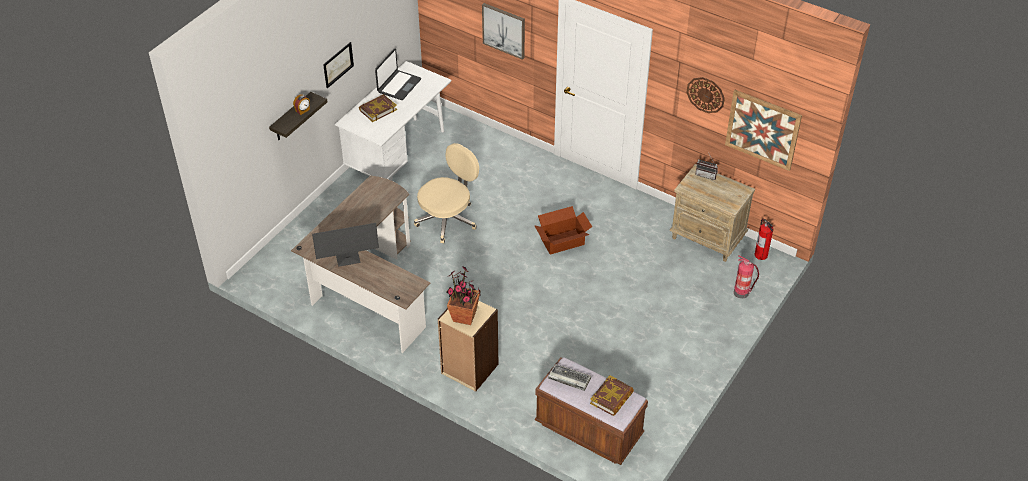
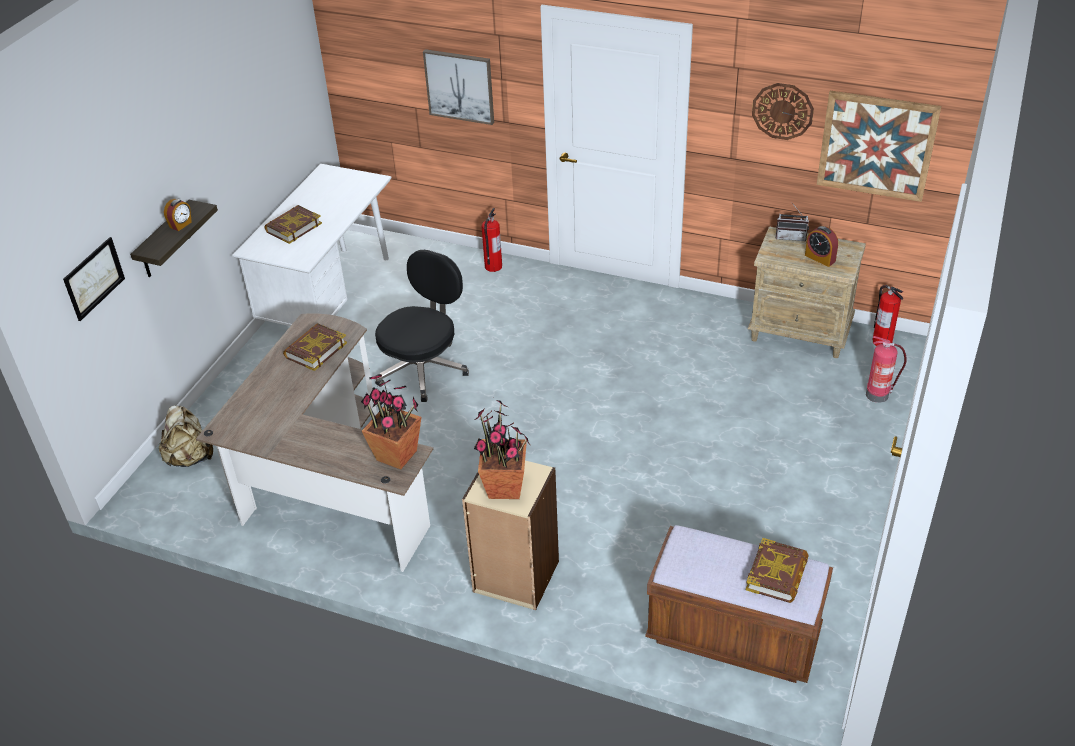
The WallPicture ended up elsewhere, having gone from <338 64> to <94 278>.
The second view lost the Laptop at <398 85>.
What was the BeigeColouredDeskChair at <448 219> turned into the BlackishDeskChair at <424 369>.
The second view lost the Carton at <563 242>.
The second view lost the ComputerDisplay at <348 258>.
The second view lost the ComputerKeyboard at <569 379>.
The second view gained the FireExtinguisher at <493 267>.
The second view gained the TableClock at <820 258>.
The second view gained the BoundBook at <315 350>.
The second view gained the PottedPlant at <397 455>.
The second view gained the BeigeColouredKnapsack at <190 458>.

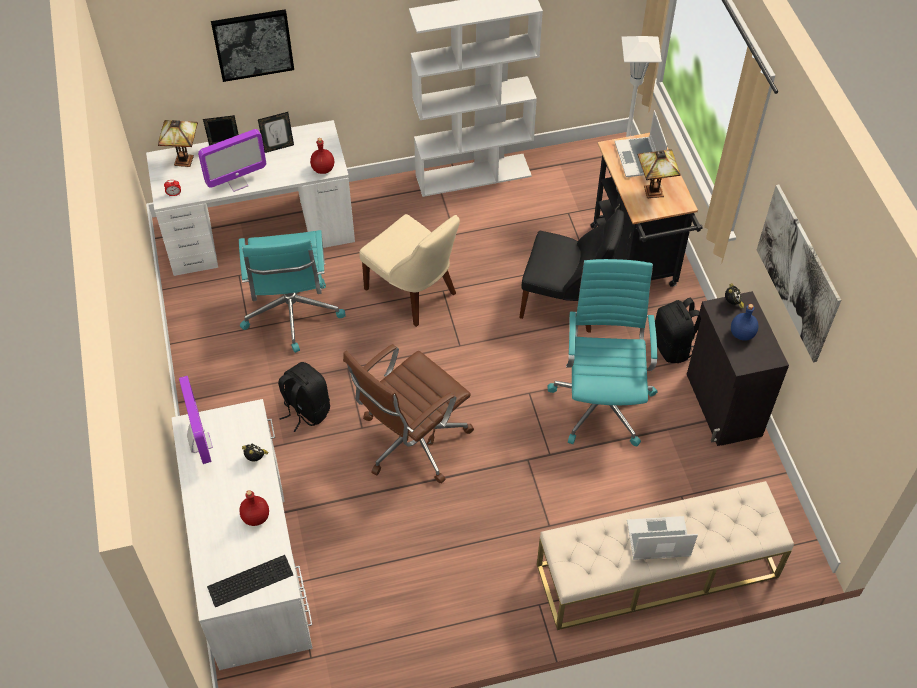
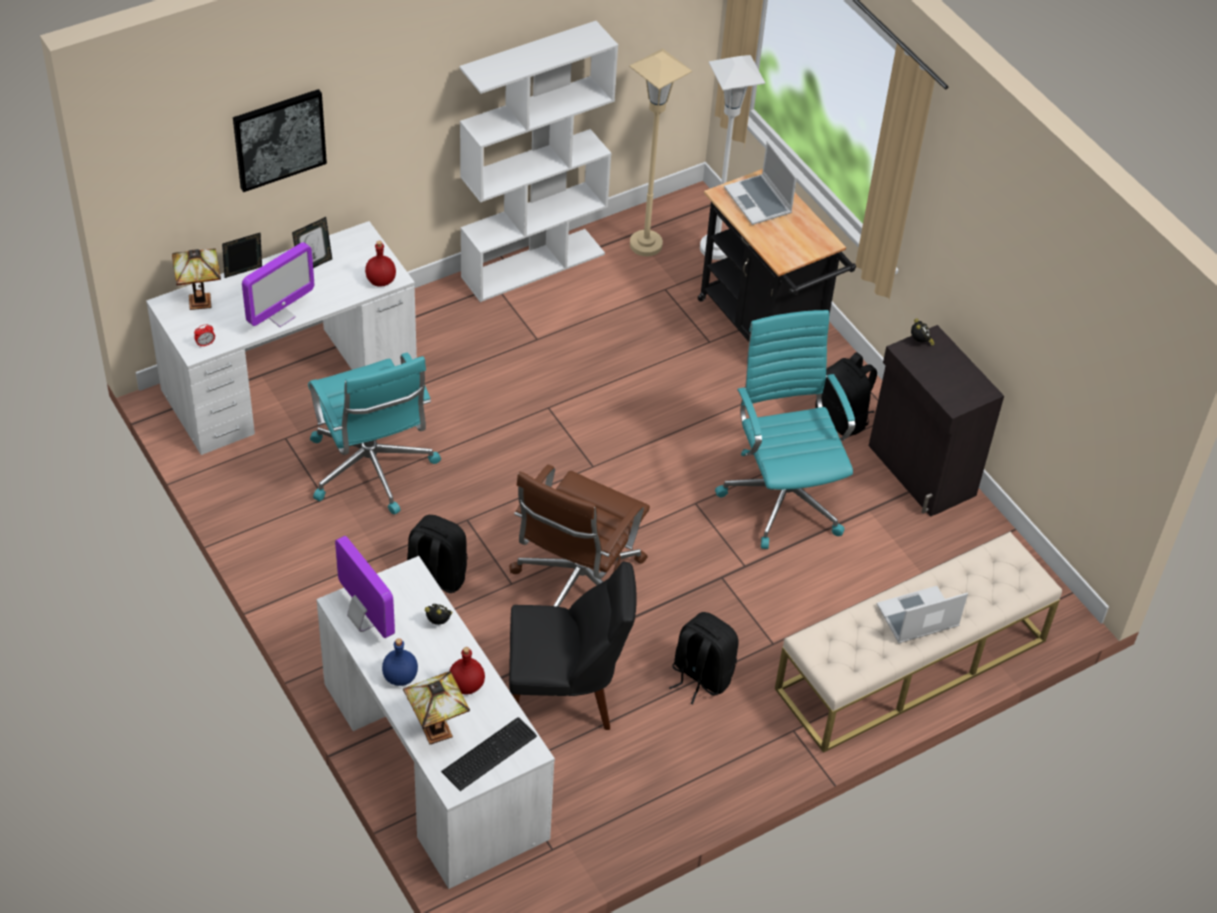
The TableLamp ended up elsewhere, having gone from <655 192> to <439 732>.
The second view lost the WallPicture at <797 272>.
The BlackishUprightChair ended up elsewhere, having gone from <566 303> to <565 695>.
The second view lost the BeigeColouredUprightChair at <413 293>.
The BluishDrinkBottle ended up elsewhere, having gone from <741 334> to <400 677>.
The second view gained the BeigeColouredStandardLamp at <646 244>.
The second view gained the BlackishKnapsack at <700 676>.

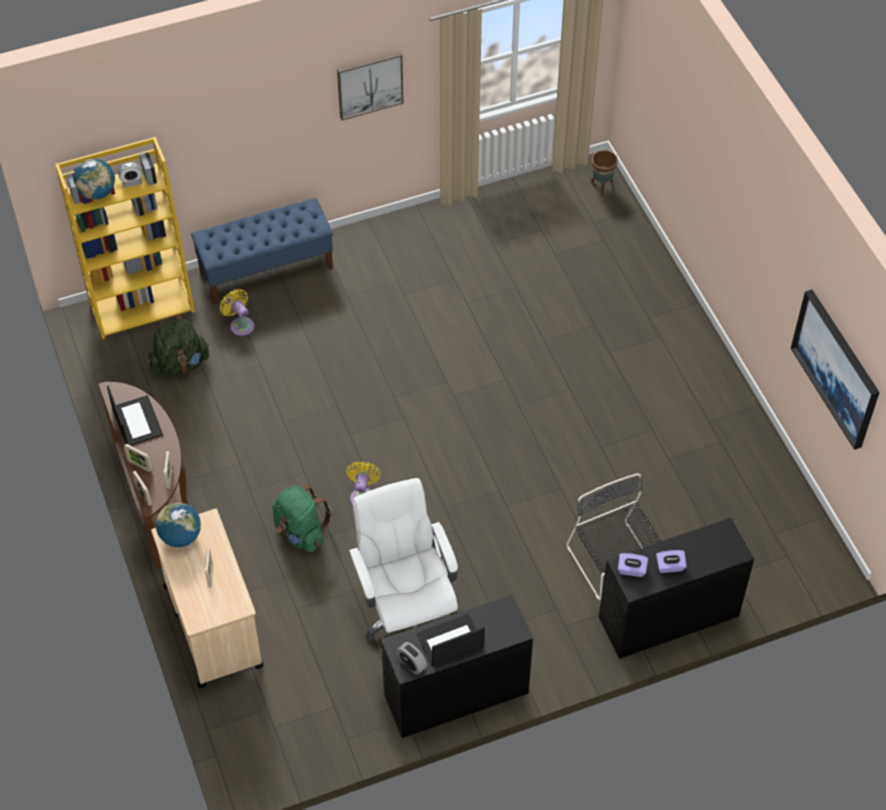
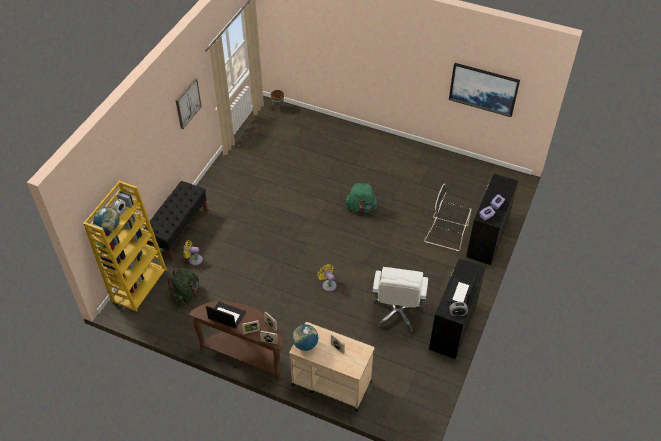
What was the BluishIndoorBench at <266 269> turned into the BlackishIndoorBench at <178 230>.
The WhiteColouredDeskChair at <406 610> ended up facing another way, 105 degrees counterclockwise from before.
The GreenColouredKnapsack ended up elsewhere, having gone from <300 532> to <361 208>.

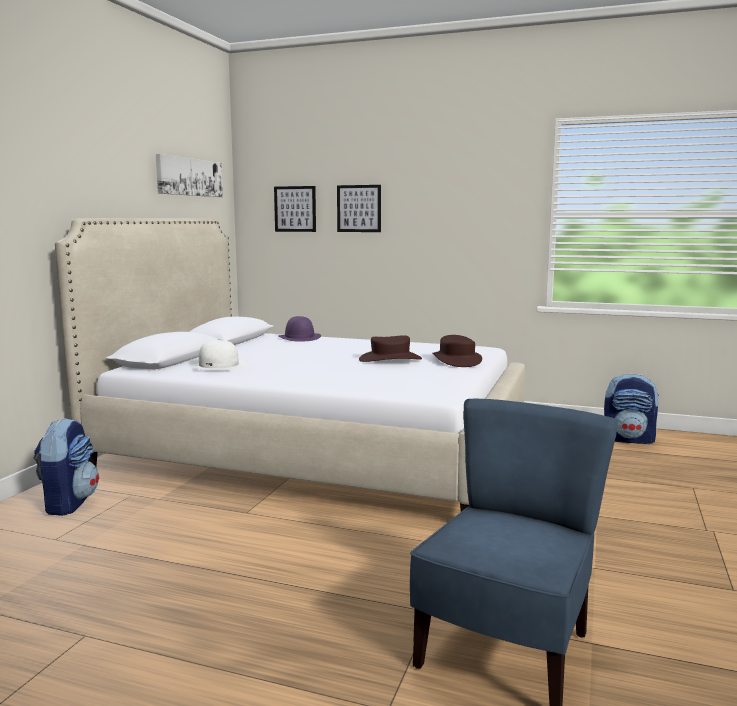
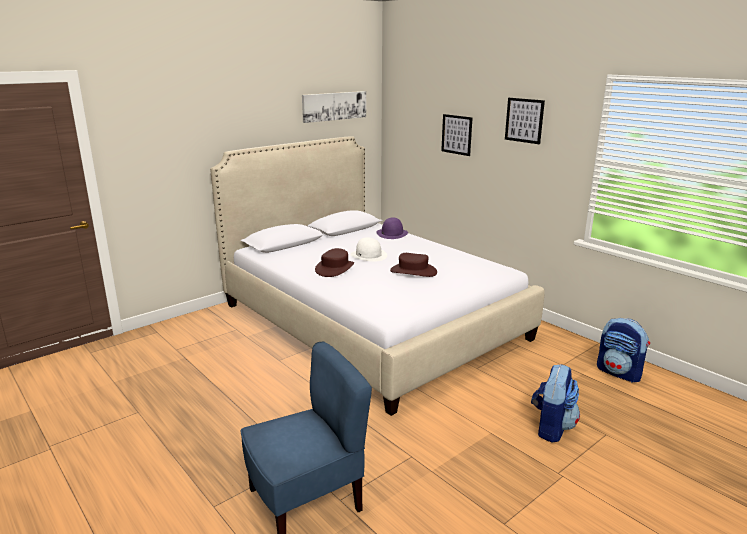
The WallPicture ended up elsewhere, having gone from <295 209> to <524 120>.
The BrownishWearableHat ended up elsewhere, having gone from <457 360> to <335 268>.
The WhiteColouredWearableHat ended up elsewhere, having gone from <219 366> to <368 255>.
The Knapsack ended up elsewhere, having gone from <68 503> to <551 427>.

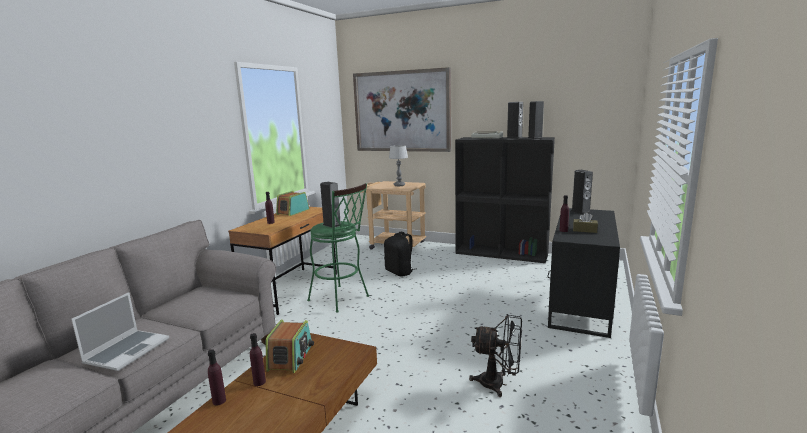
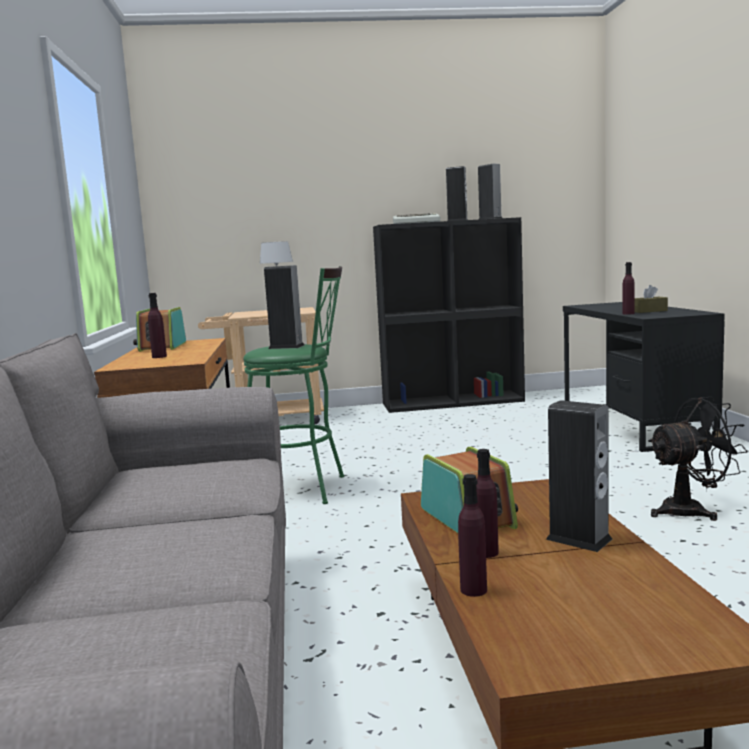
The second view lost the WallPicture at <402 111>.
The Loudspeaker ended up elsewhere, having gone from <580 211> to <578 539>.
The second view lost the BlackishKnapsack at <400 272>.
The second view lost the Laptop at <127 350>.

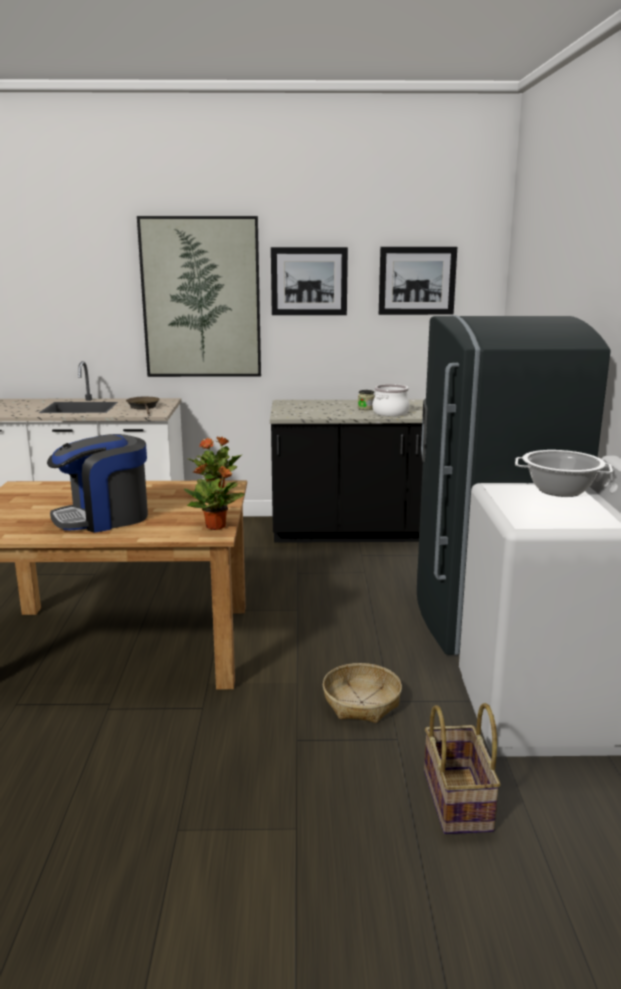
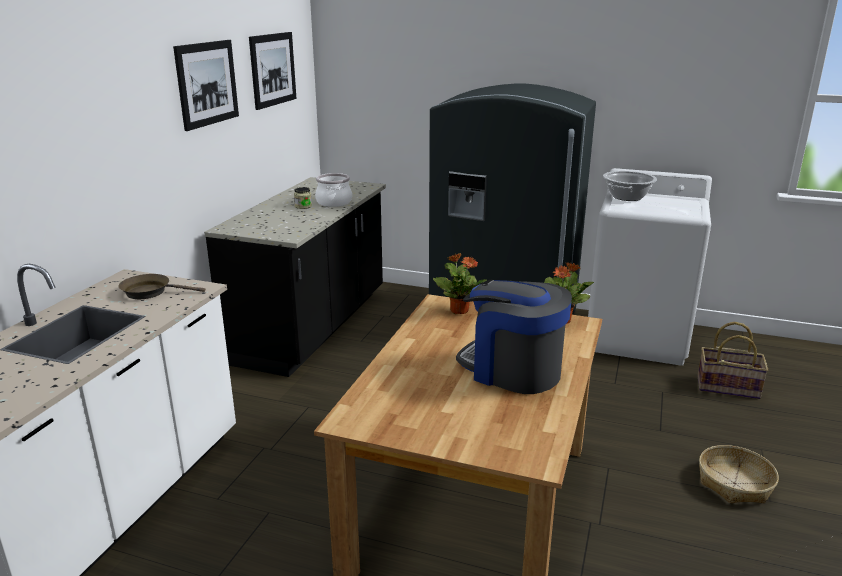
The second view lost the WallPicture at <201 298>.
The CoffeeMachine at <104 518> ended up facing another way, 135 degrees clockwise from before.
The StorageBasket ended up elsewhere, having gone from <362 702> to <734 483>.

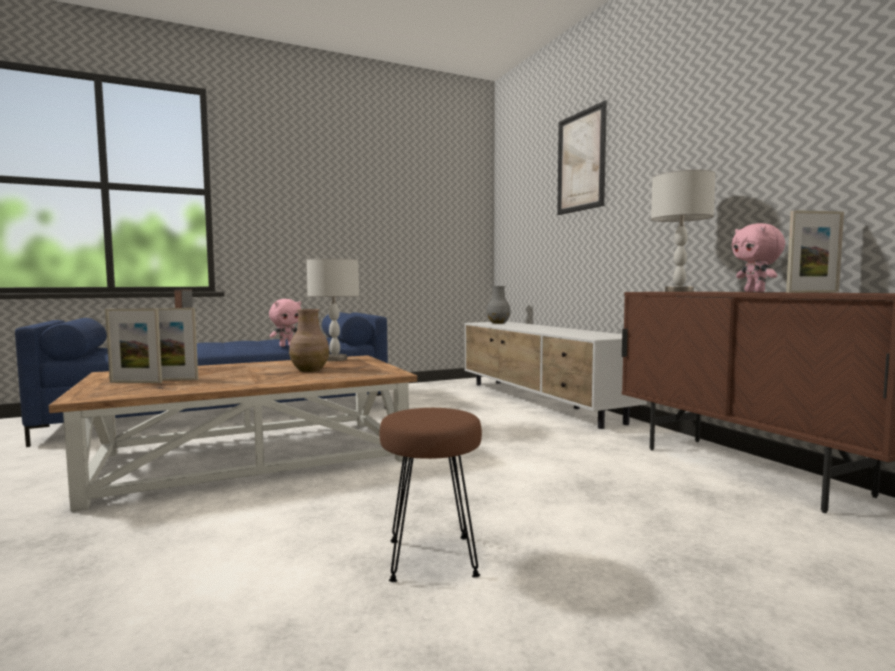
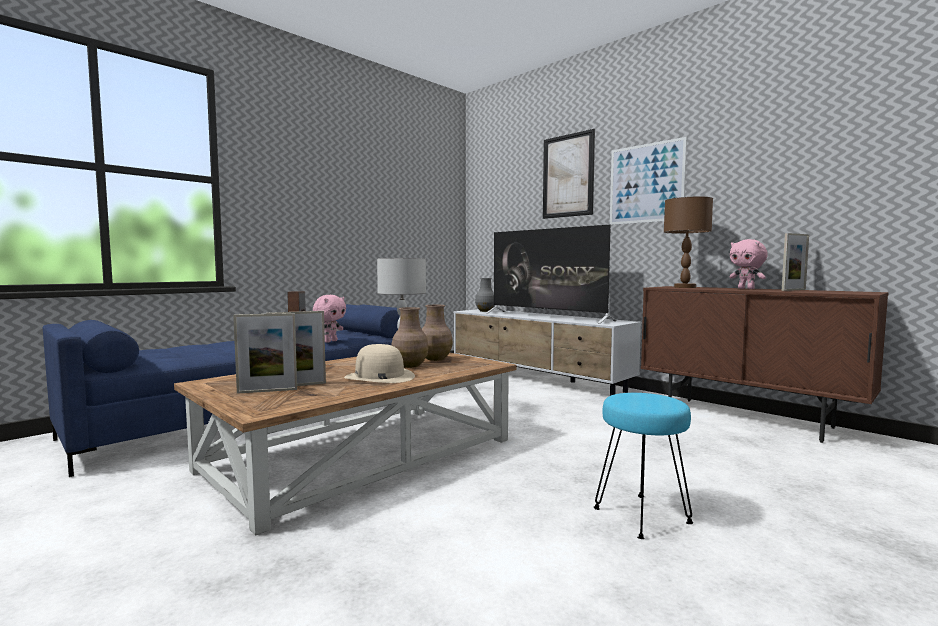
What was the GreyTableLamp at <678 291> turned into the BrownishTableLamp at <684 287>.
What was the BrownishSittingStool at <431 559> turned into the TurquoiseColouredSittingStool at <642 516>.
The second view gained the WallPicture at <646 183>.
The second view gained the Tv at <546 316>.
The second view gained the BrownishFlowerVase at <435 358>.
The second view gained the BeigeColouredWearableHat at <379 377>.

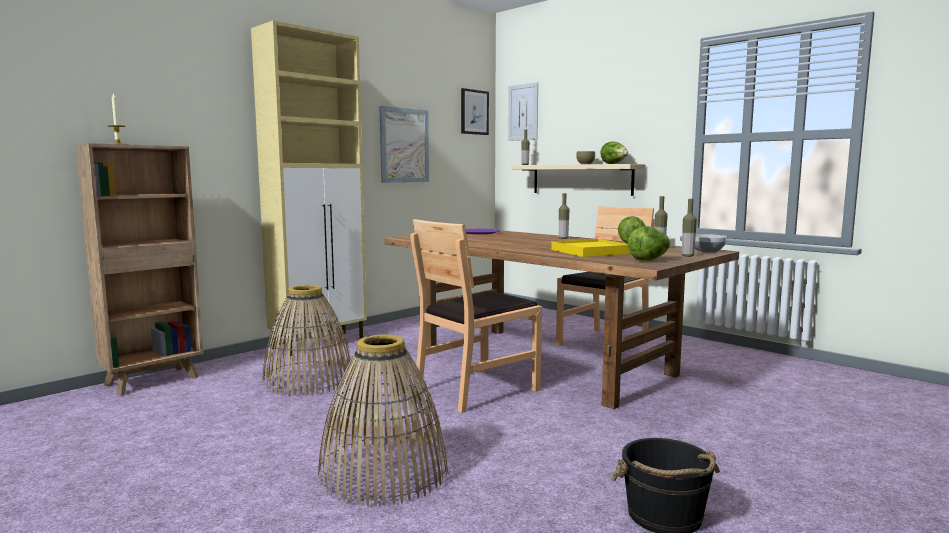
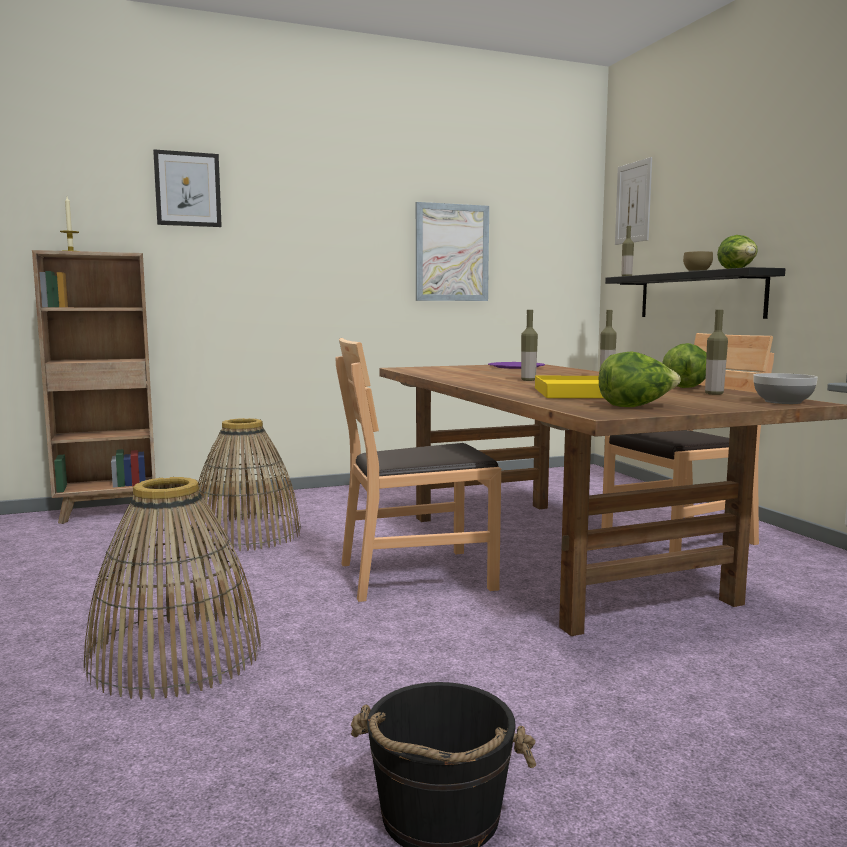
The second view lost the BeigeColouredCabinet at <320 343>.
The WallPicture ended up elsewhere, having gone from <474 112> to <188 189>.
What was the BeigeColouredWallShelf at <581 179> turned into the BlackishWallShelf at <699 295>.
The DrinkBottle ended up elsewhere, having gone from <687 256> to <528 380>.

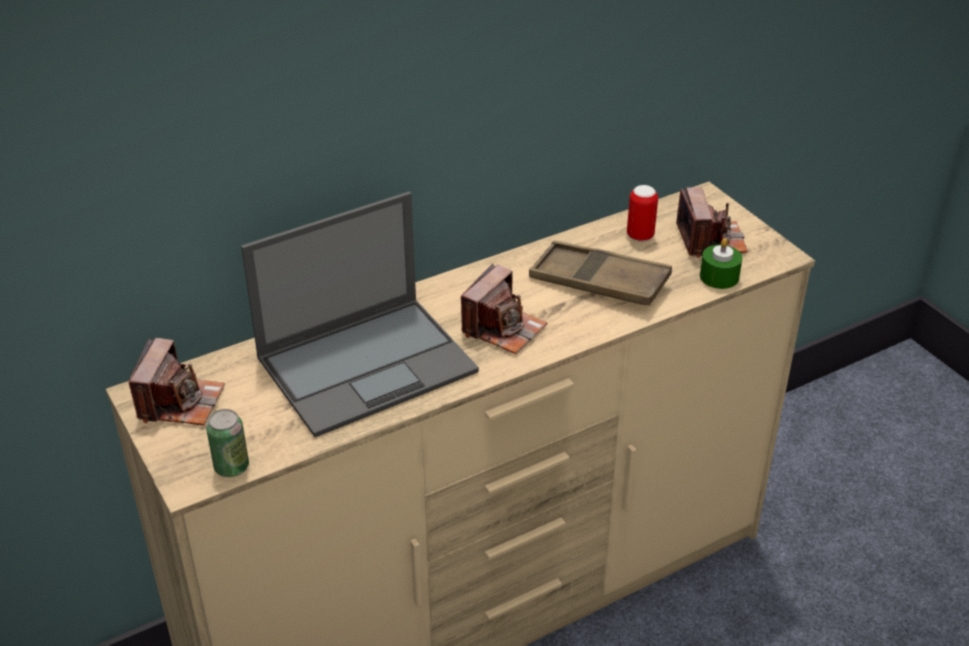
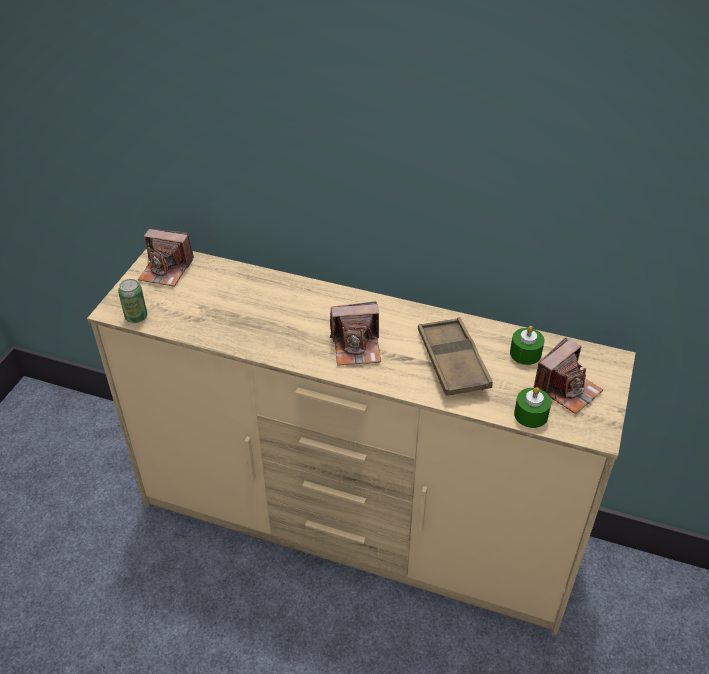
Where the Can stood at <640 236>, the GreenColouredWaxLight came to stand at <525 353>.
The second view lost the Laptop at <369 364>.
The StillCamera at <180 402> ended up facing another way, 45 degrees clockwise from before.

